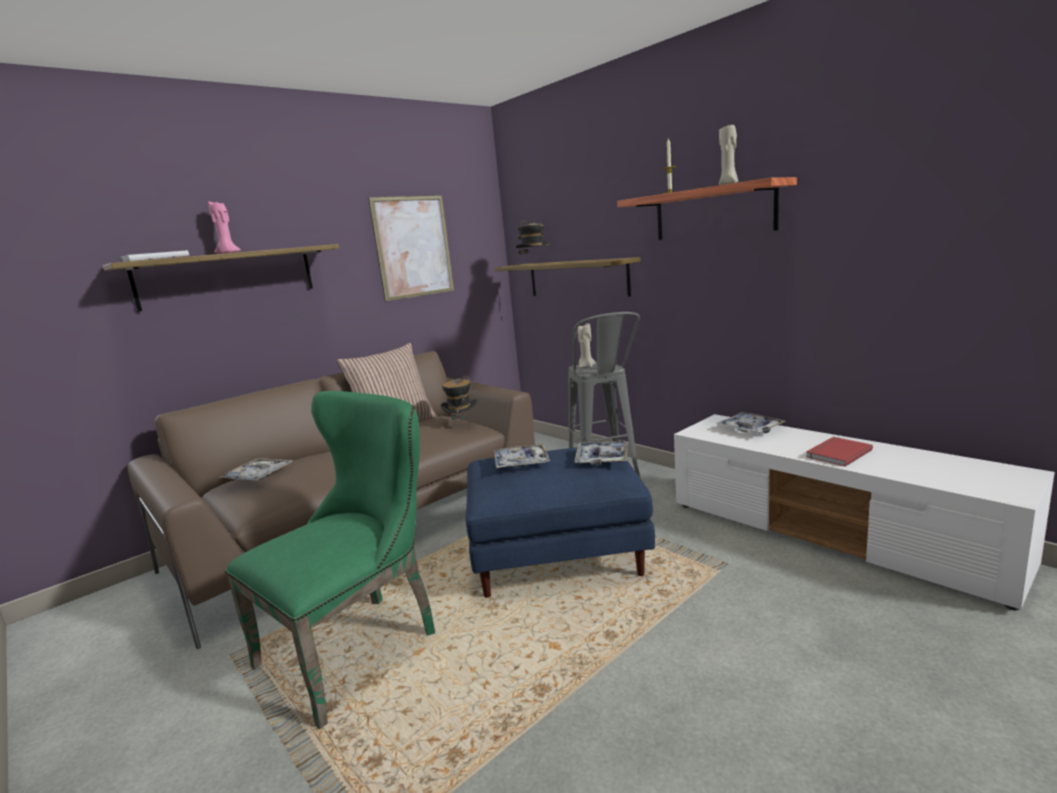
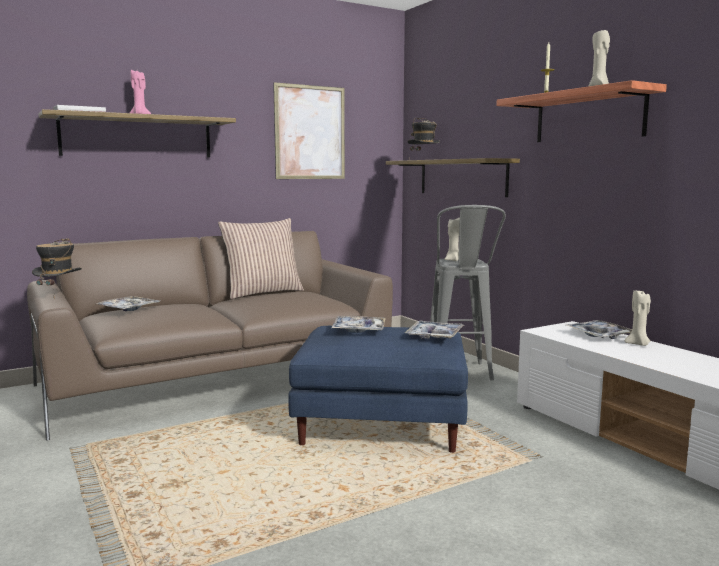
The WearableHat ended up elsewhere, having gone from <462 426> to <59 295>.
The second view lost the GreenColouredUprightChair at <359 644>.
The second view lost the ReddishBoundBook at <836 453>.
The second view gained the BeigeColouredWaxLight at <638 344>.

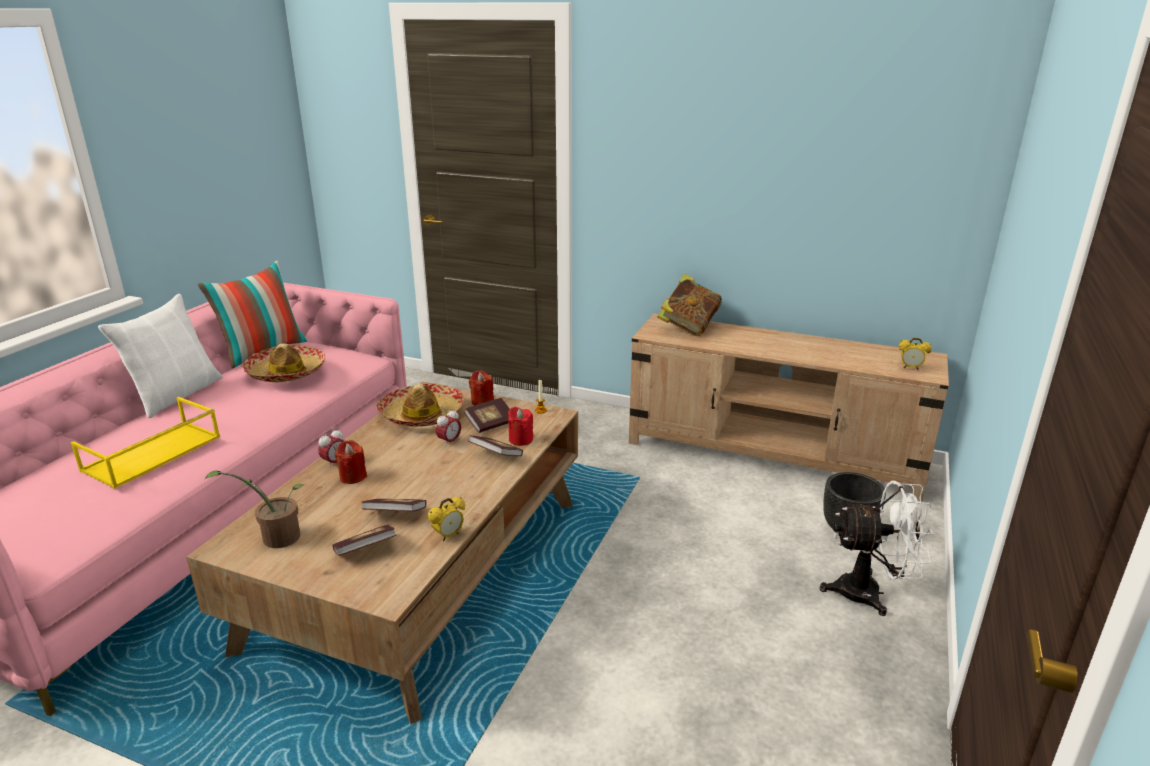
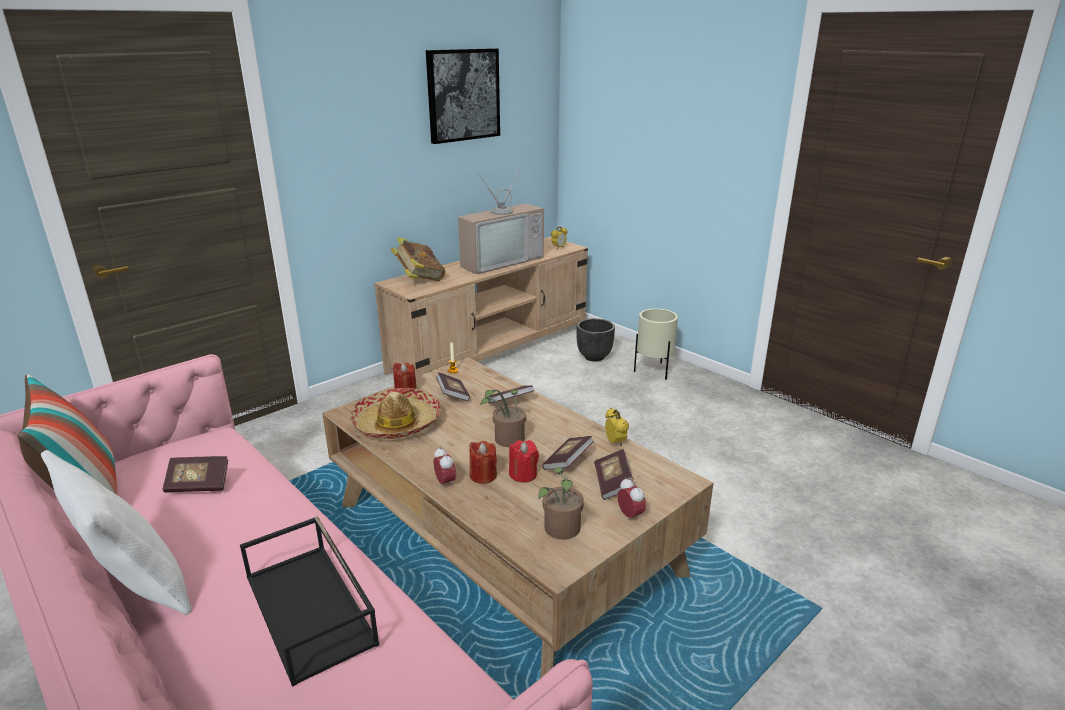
Where the WearableHat stood at <286 372>, the BoundBook came to stand at <198 484>.
What was the YellowServingTray at <152 454> turned into the BlackishServingTray at <312 609>.
The ReddishWaxLight ended up elsewhere, having gone from <521 439> to <523 474>.
The TableClock ended up elsewhere, having gone from <449 442> to <630 516>.
Where the WhiteColouredFan stood at <870 593>, the BeigeColouredFlowerPot came to stand at <653 371>.
The second view gained the WallPicture at <463 95>.
The second view gained the Tv at <499 261>.
The second view gained the PottedPlant at <506 441>.

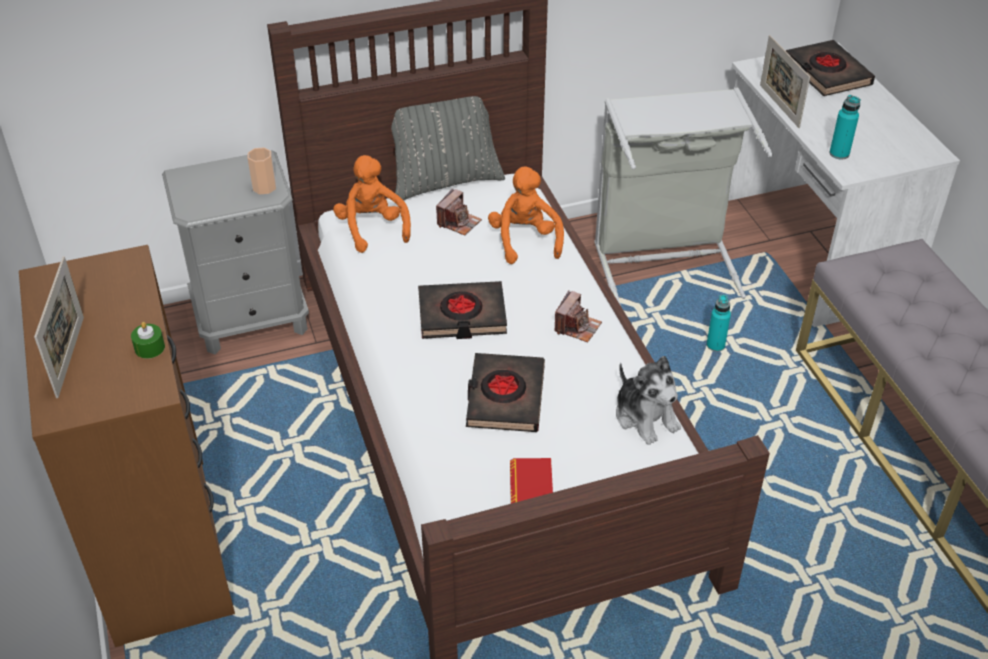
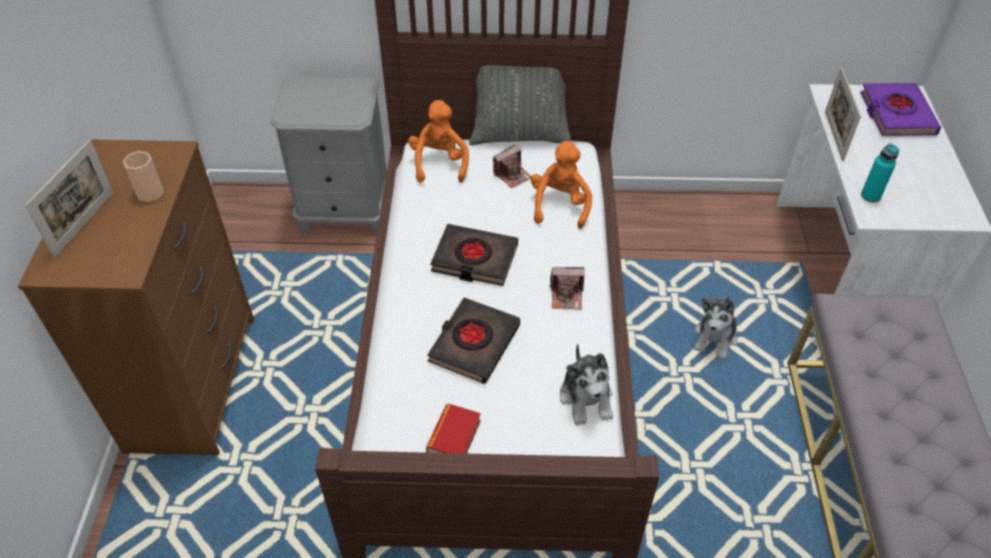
What was the BlackishBoundBook at <827 73> turned into the PurpleBoundBook at <896 114>.
The second view lost the GreyHamper at <664 260>.
The DrinkingCup ended up elsewhere, having gone from <264 187> to <150 193>.
The StillCamera at <577 327> ended up facing another way, 45 degrees clockwise from before.
Where the TurquoiseColouredDrinkBottle stood at <715 345>, the PlushToy came to stand at <715 338>.
The second view lost the GreenColouredWaxLight at <149 348>.

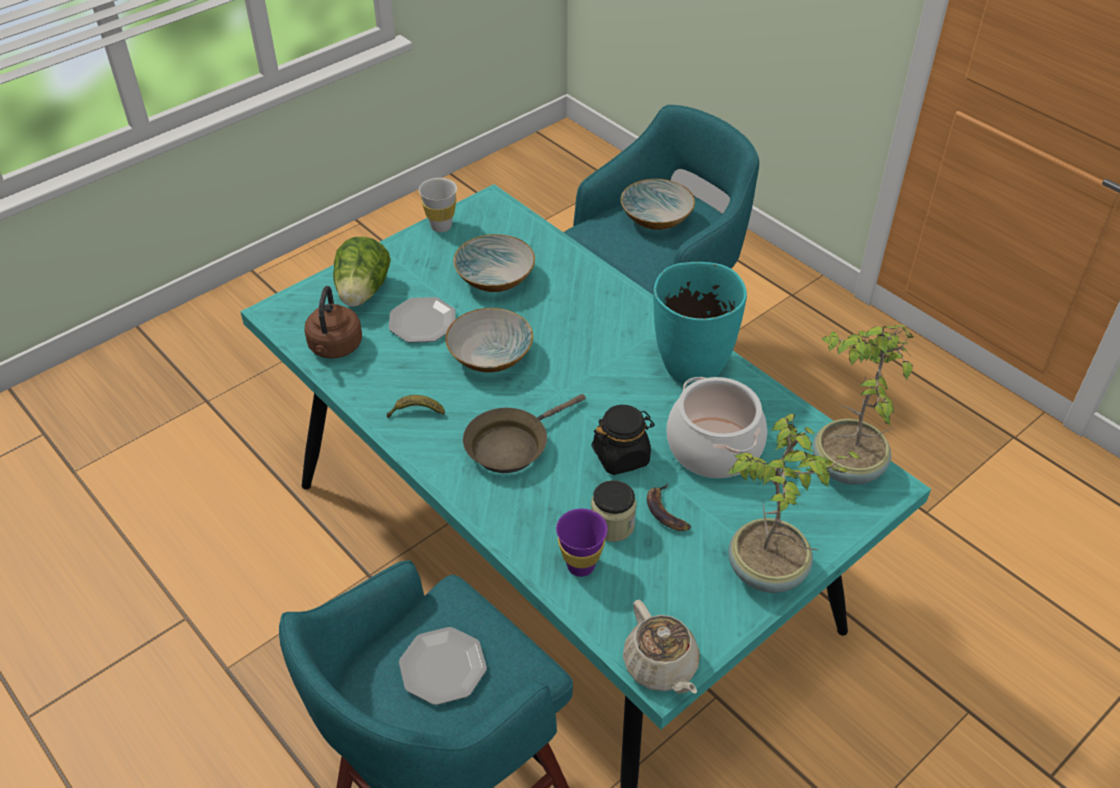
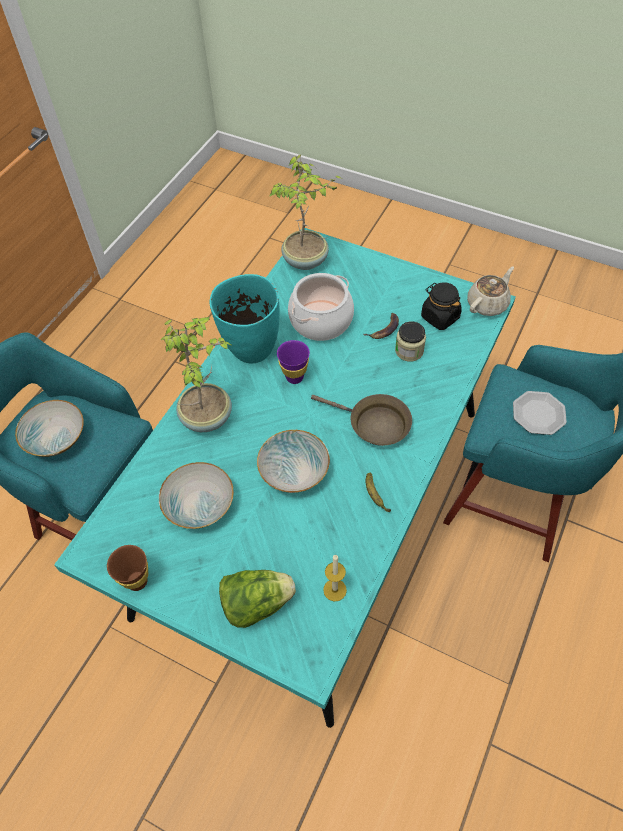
What was the WhiteColouredDrinkingCup at <441 226> turned into the BrownishDrinkingCup at <137 581>.
Where the BrownishTeaKettle stood at <335 348>, the WaxLight came to stand at <335 590>.
The second view lost the DinnerPlate at <422 322>.
The BlackishPreserveJar ended up elsewhere, having gone from <621 456> to <439 317>.
The PottedPlant ended up elsewhere, having gone from <768 572> to <207 416>.
The PurpleDrinkingCup ended up elsewhere, having gone from <580 566> to <294 377>.

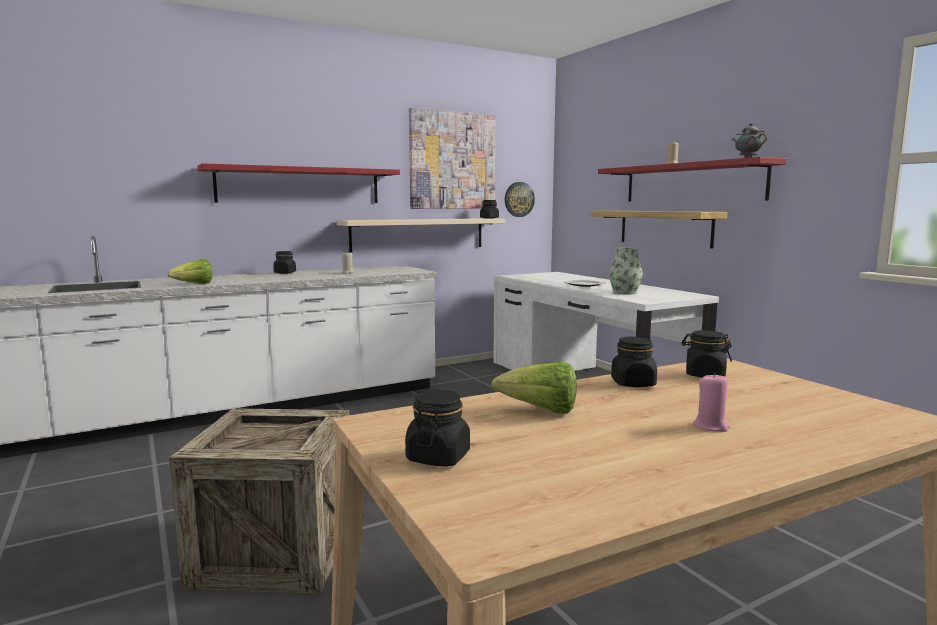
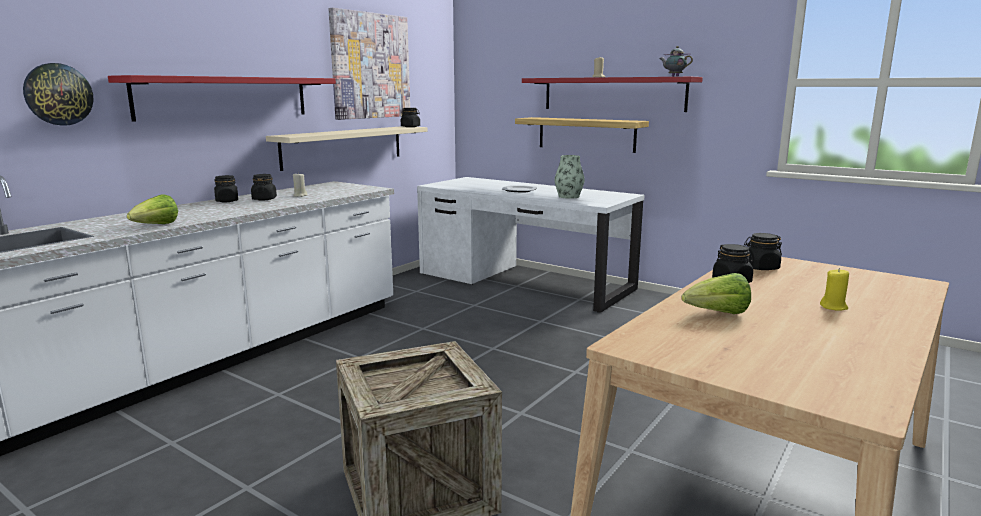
The HangingClock ended up elsewhere, having gone from <519 199> to <58 94>.
What was the PinkWaxLight at <711 426> turned into the YellowWaxLight at <833 307>.
The BlackishPreserveJar ended up elsewhere, having gone from <438 457> to <264 199>.

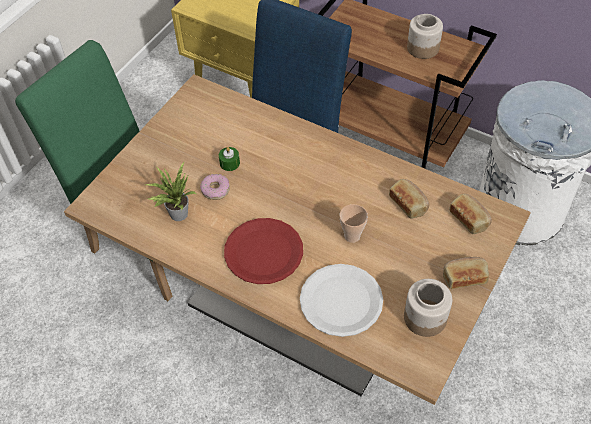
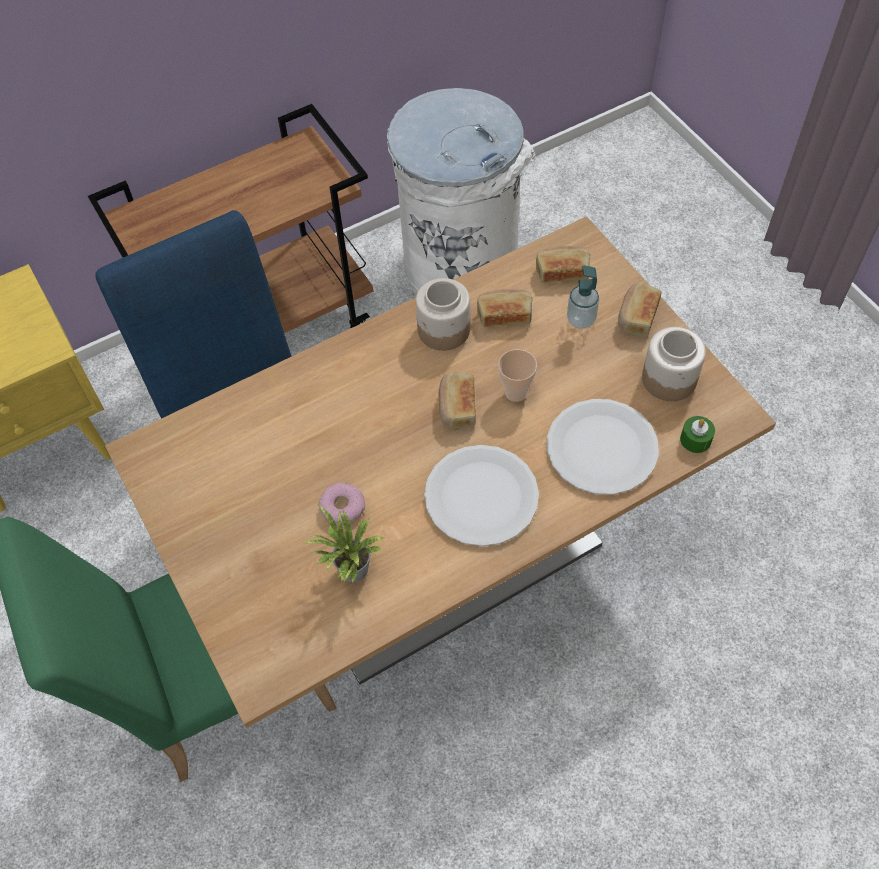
The PreserveJar ended up elsewhere, having gone from <422 48> to <443 330>.
The GreenColouredWaxLight ended up elsewhere, having gone from <229 163> to <695 439>.
What was the ReddishDinnerPlate at <263 252> turned into the WhiteColouredDinnerPlate at <481 497>.
The second view gained the SoapDispenser at <581 319>.
The second view gained the BakeryBread at <457 408>.

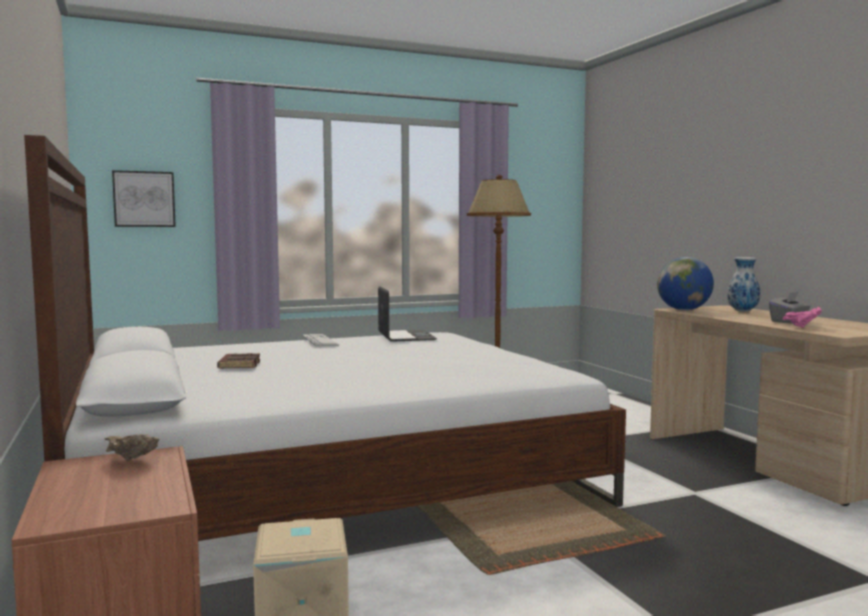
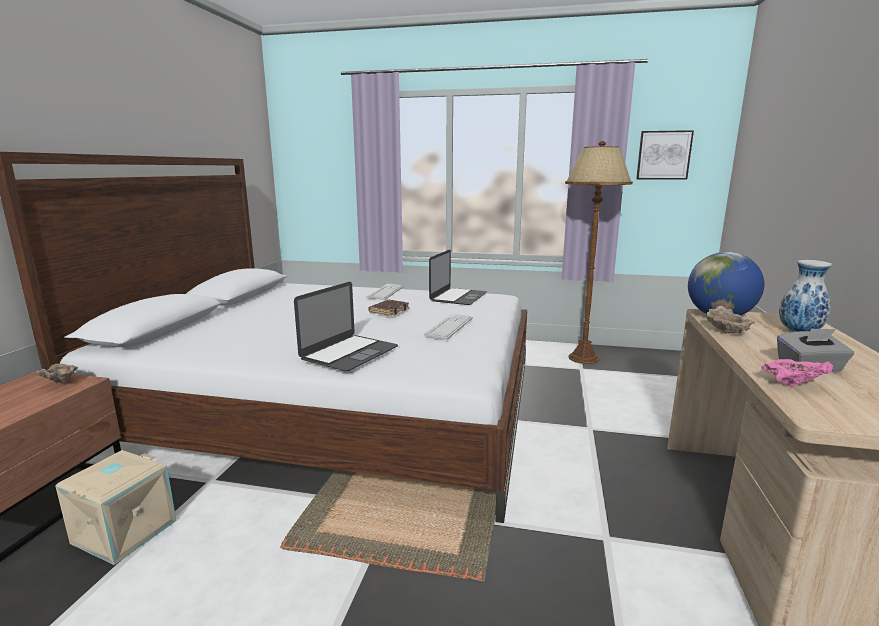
The WallPicture ended up elsewhere, having gone from <144 199> to <663 155>.
The BrownishBoundBook ended up elsewhere, having gone from <238 365> to <388 310>.
The second view gained the Laptop at <349 352>.
The second view gained the BeigeColouredDeepDish at <726 333>.
The second view gained the ComputerKeyboard at <449 326>.

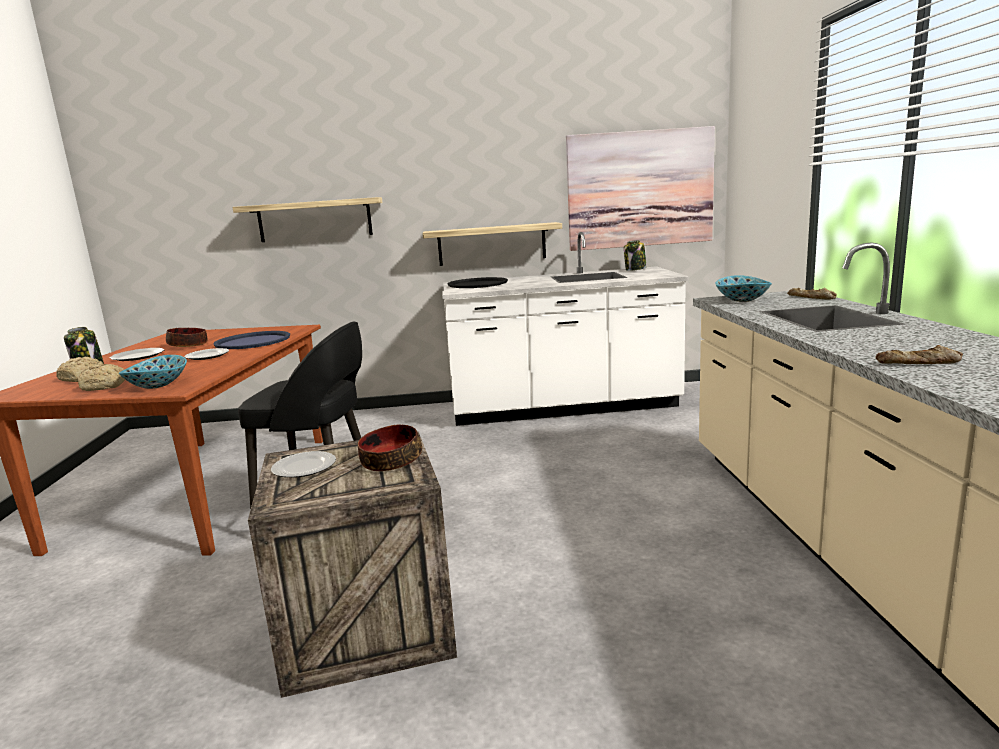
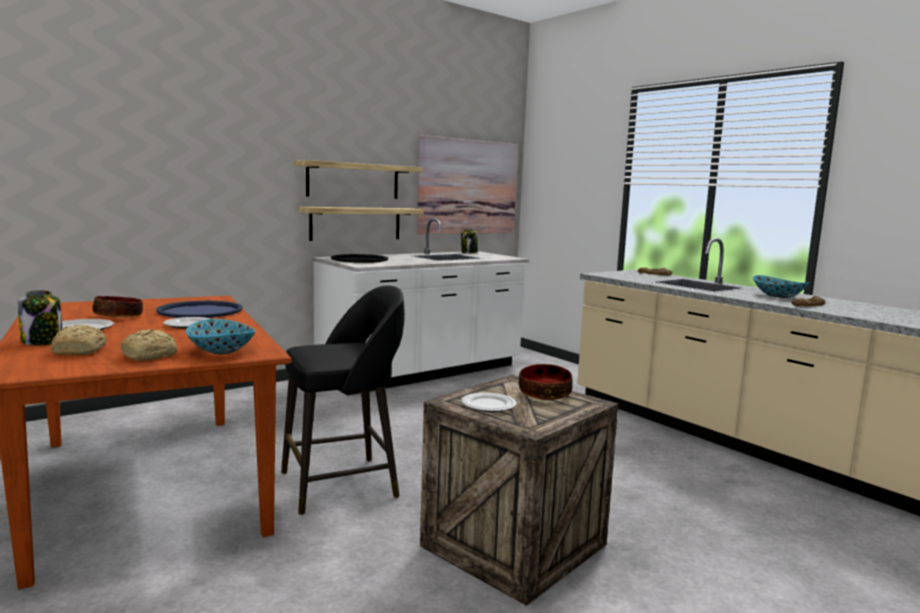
The WallShelf ended up elsewhere, having gone from <315 220> to <353 180>.
The DeepDish ended up elsewhere, having gone from <741 300> to <778 296>.

